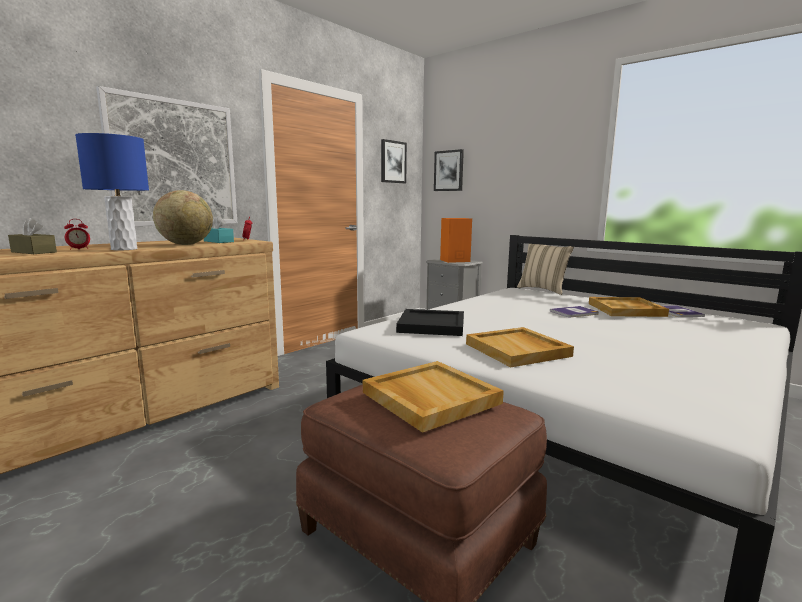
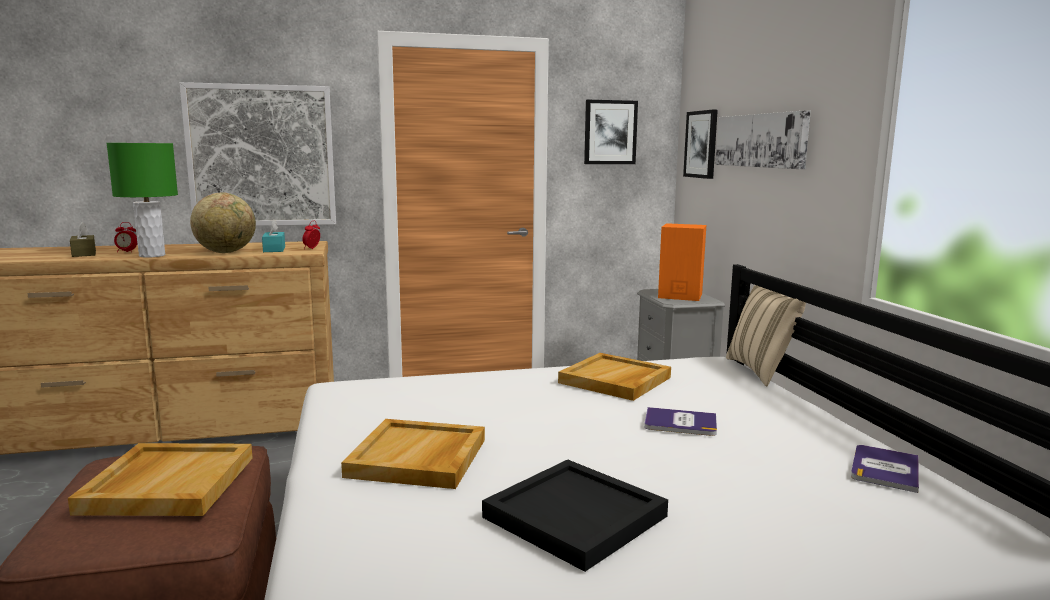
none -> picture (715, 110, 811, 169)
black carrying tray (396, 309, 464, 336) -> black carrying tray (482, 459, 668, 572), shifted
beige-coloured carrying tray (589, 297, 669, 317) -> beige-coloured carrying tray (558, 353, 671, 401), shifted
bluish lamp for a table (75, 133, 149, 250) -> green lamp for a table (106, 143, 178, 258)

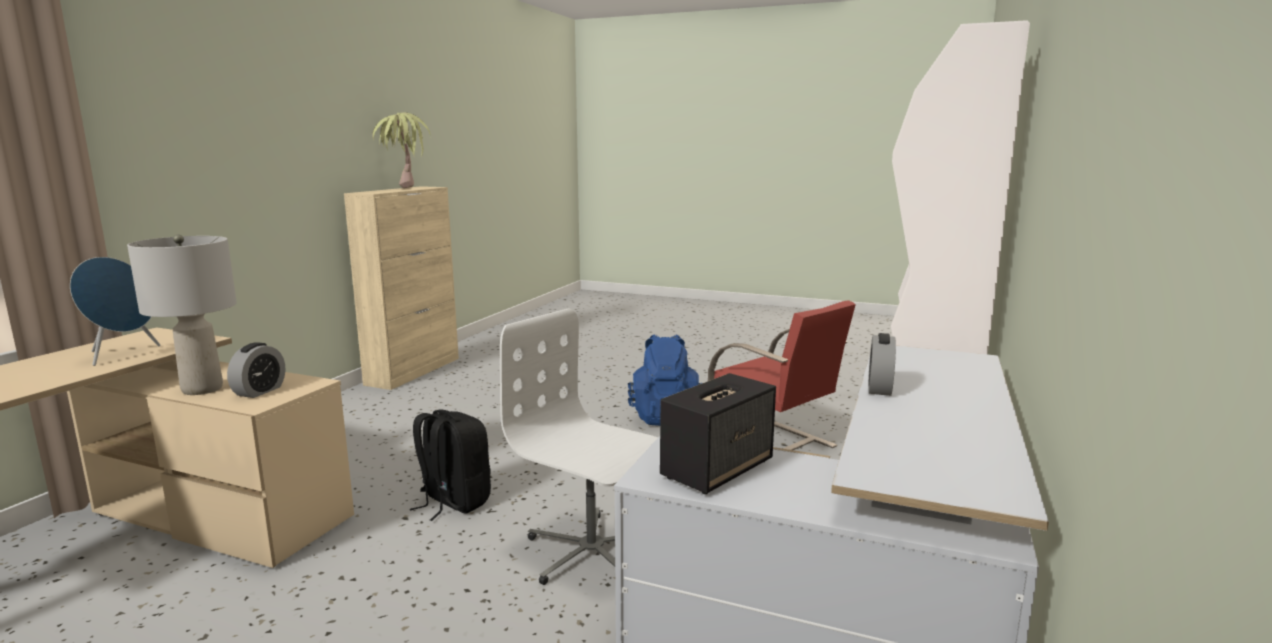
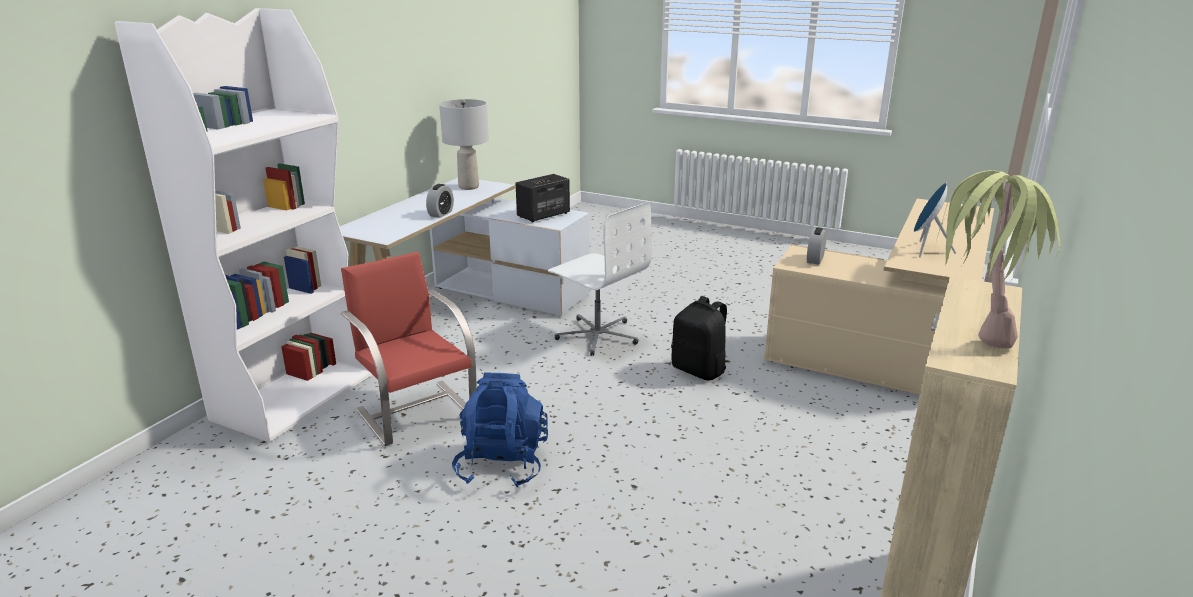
greyish lamp for a table (127, 235, 237, 395) -> greyish lamp for a table (439, 99, 489, 190), shifted

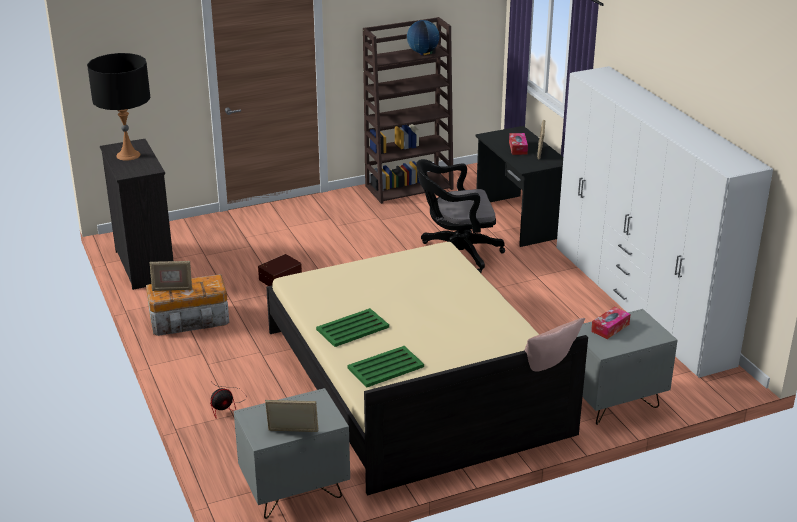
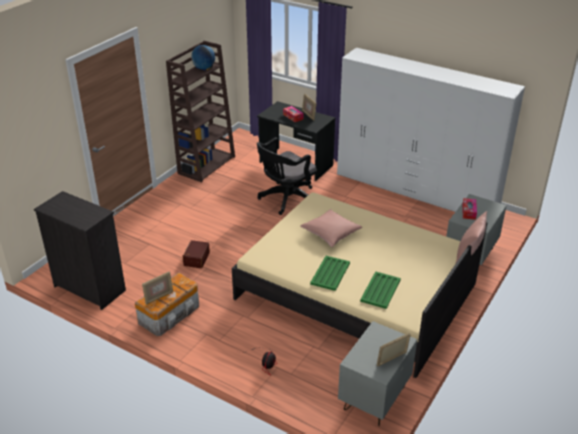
black lamp for a table (87, 53, 150, 161) -> none
none -> pink-coloured cushion (300, 209, 362, 247)

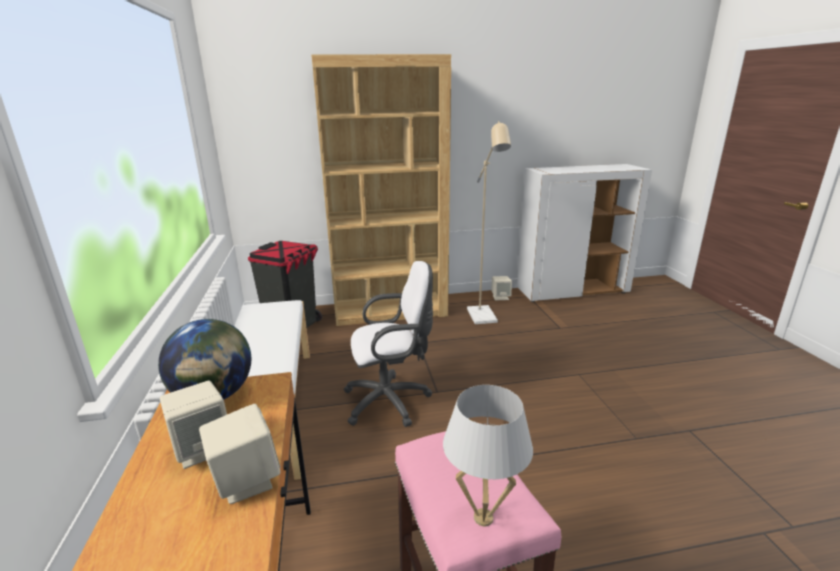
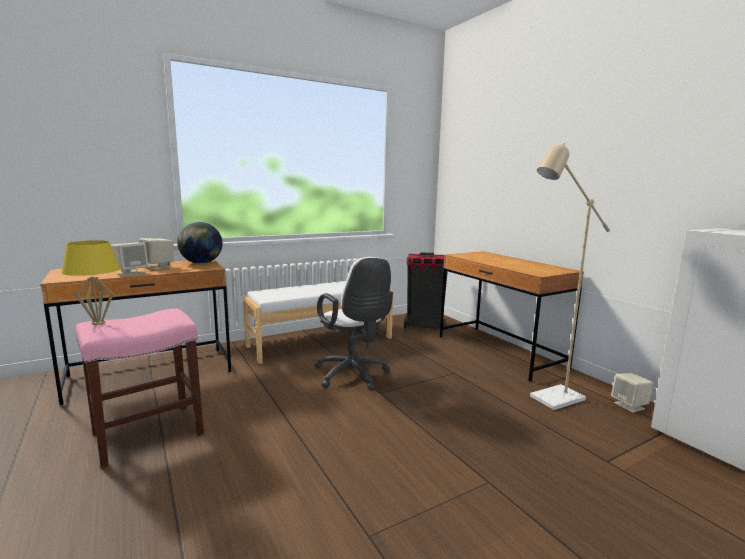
brown shelving unit (311, 54, 451, 326) -> brown desk unit (440, 251, 584, 382)
white lamp for a table (443, 385, 533, 526) -> yellow lamp for a table (61, 240, 120, 325)

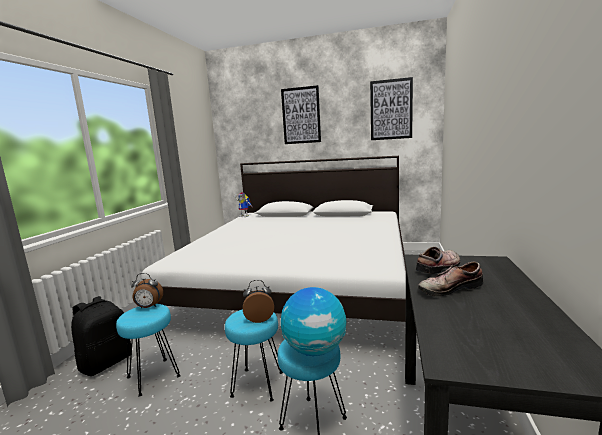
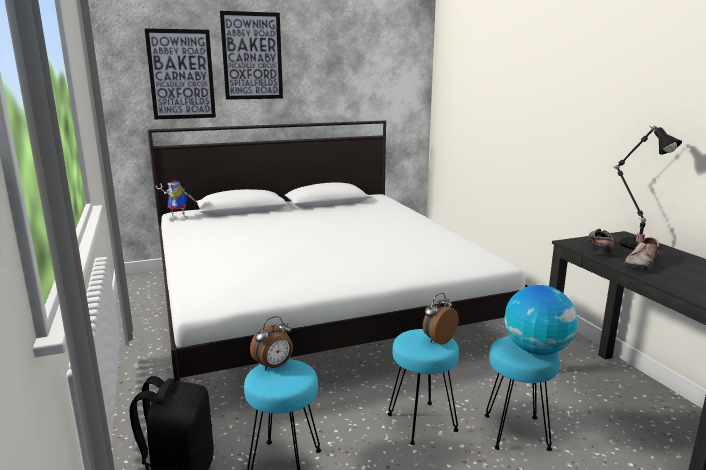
none -> black lamp for a table (614, 126, 682, 250)
picture (370, 77, 413, 140) -> picture (145, 28, 216, 119), shifted

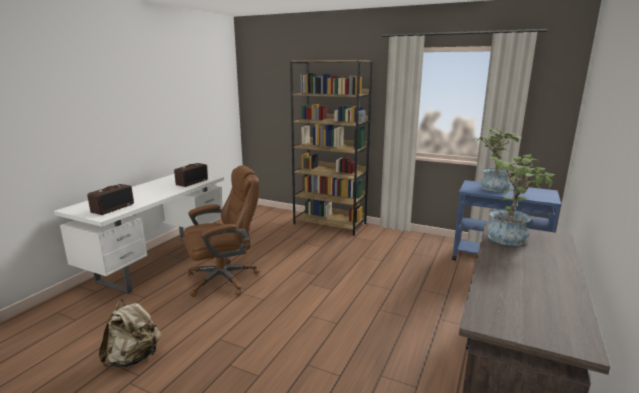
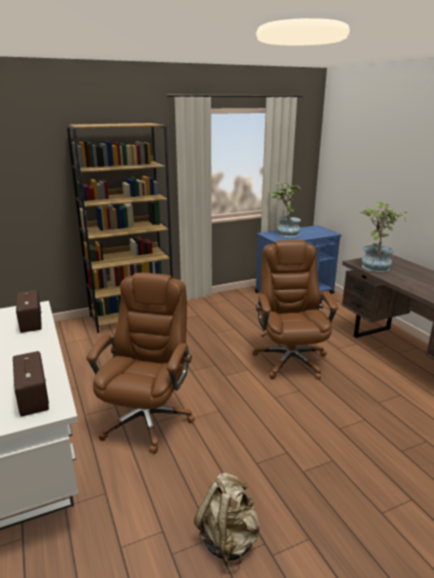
none -> brown office chair (252, 240, 338, 379)

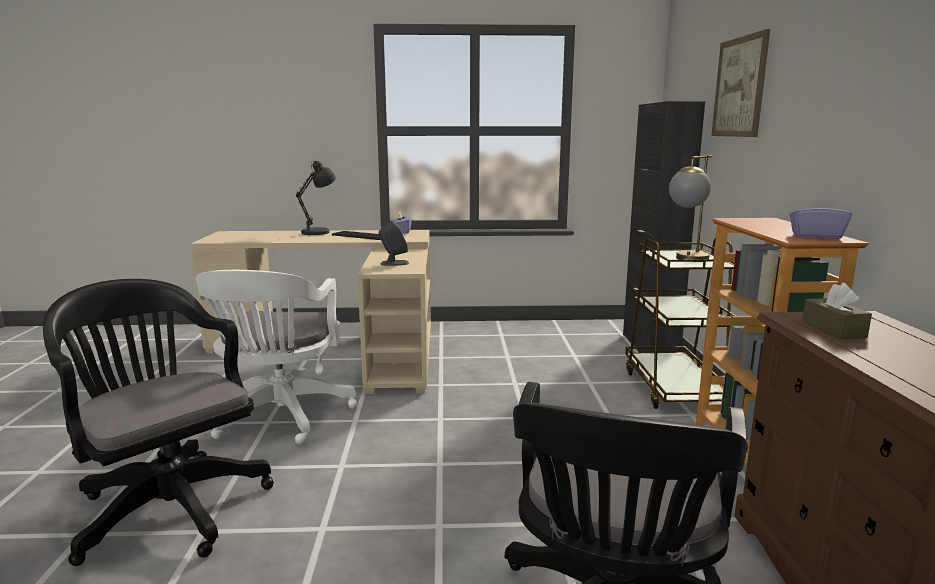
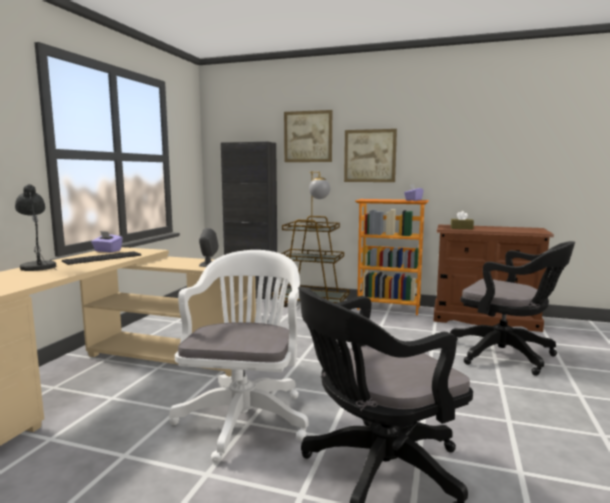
none -> picture (344, 129, 397, 182)
white office chair (196, 270, 357, 444) -> white office chair (169, 250, 309, 463), 105 degrees counterclockwise

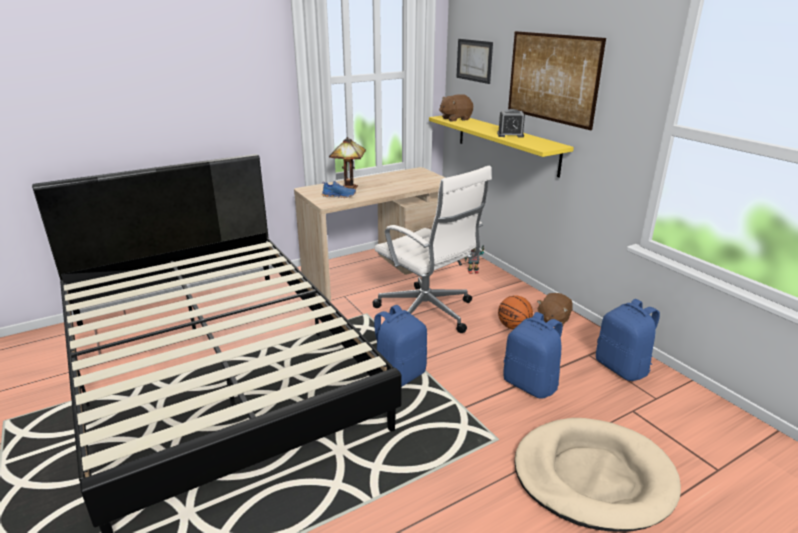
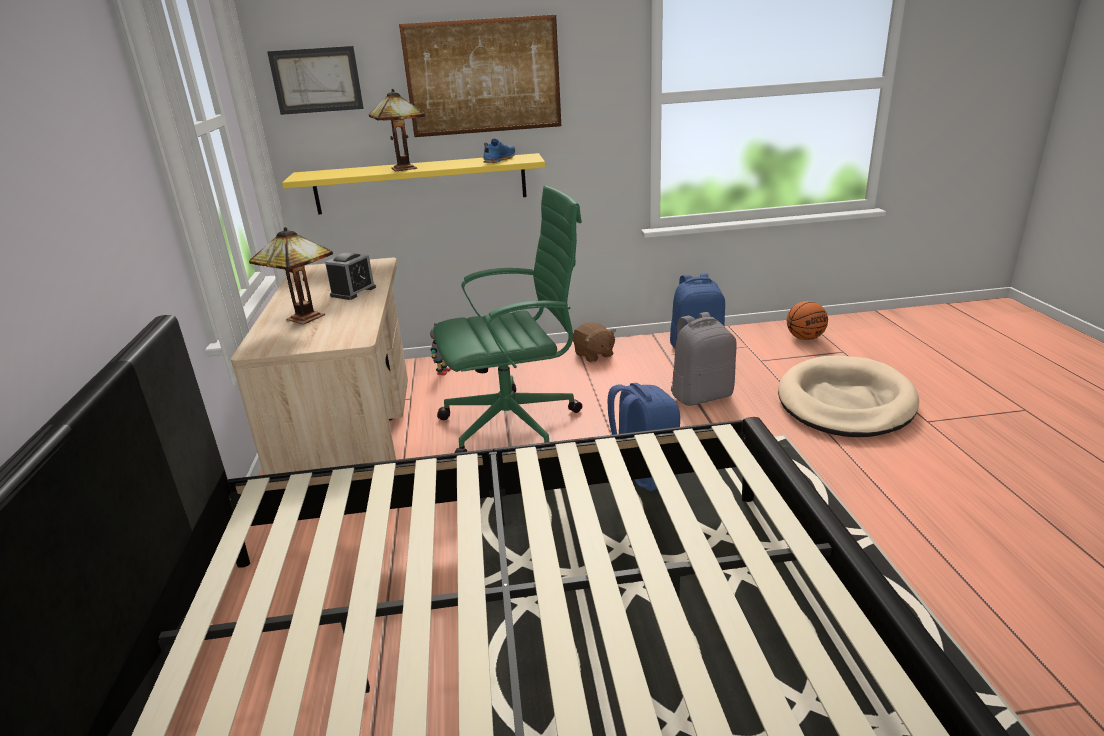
brown plush toy (439, 94, 473, 122) -> none
none -> lamp for a table (369, 89, 425, 171)
bluish shoe (322, 181, 356, 198) -> bluish shoe (483, 138, 515, 163), shifted
table clock (497, 109, 525, 137) -> table clock (325, 253, 376, 300), shifted
basketball ball (498, 296, 533, 330) -> basketball ball (787, 301, 828, 340), shifted
white office chair (373, 166, 492, 333) -> green office chair (433, 186, 582, 453)
bluish knapsack (503, 312, 563, 399) -> greyish knapsack (671, 312, 737, 406)

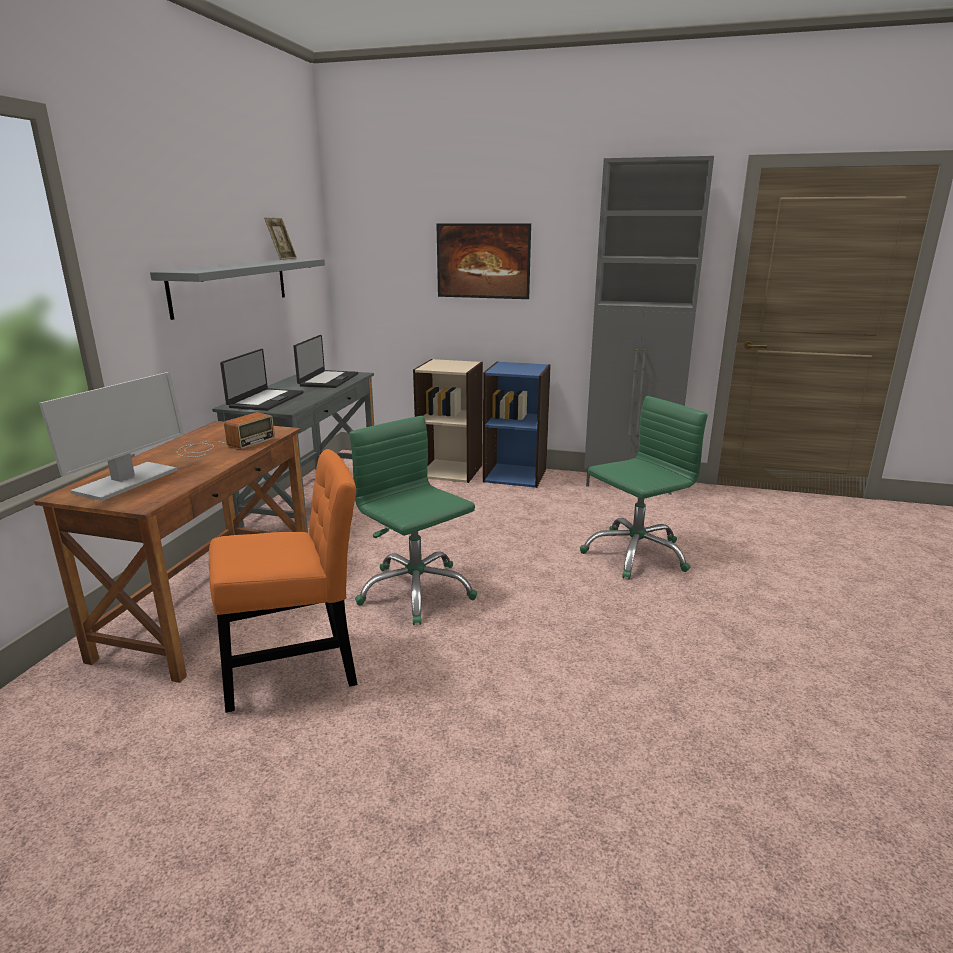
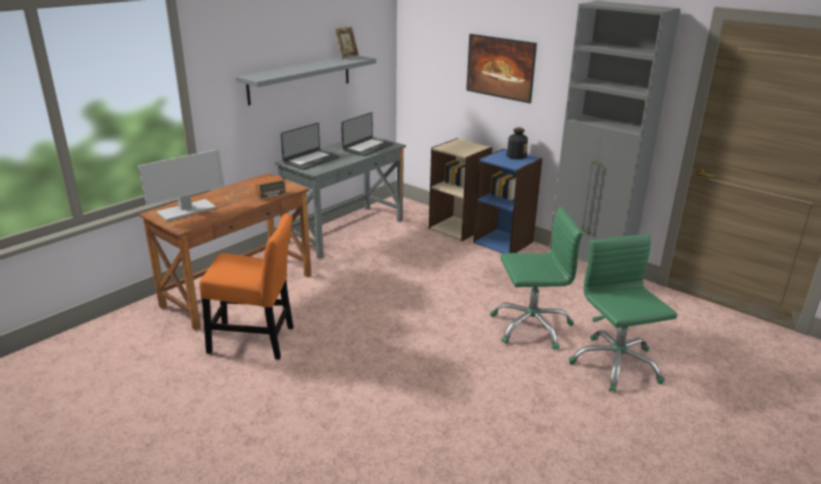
none -> beverage bottle (506, 127, 528, 159)
green office chair (349, 416, 478, 625) -> green office chair (569, 234, 677, 392), shifted

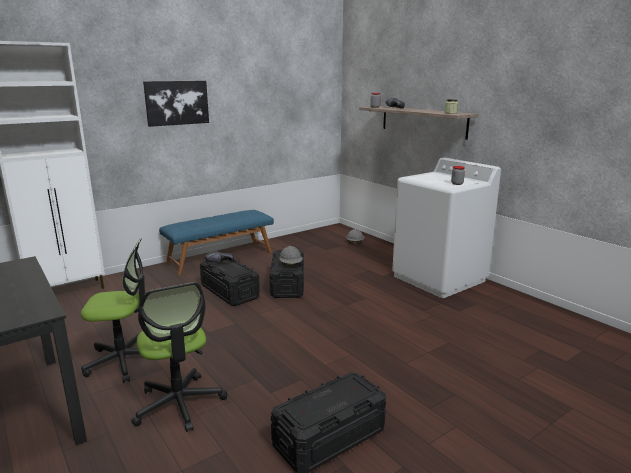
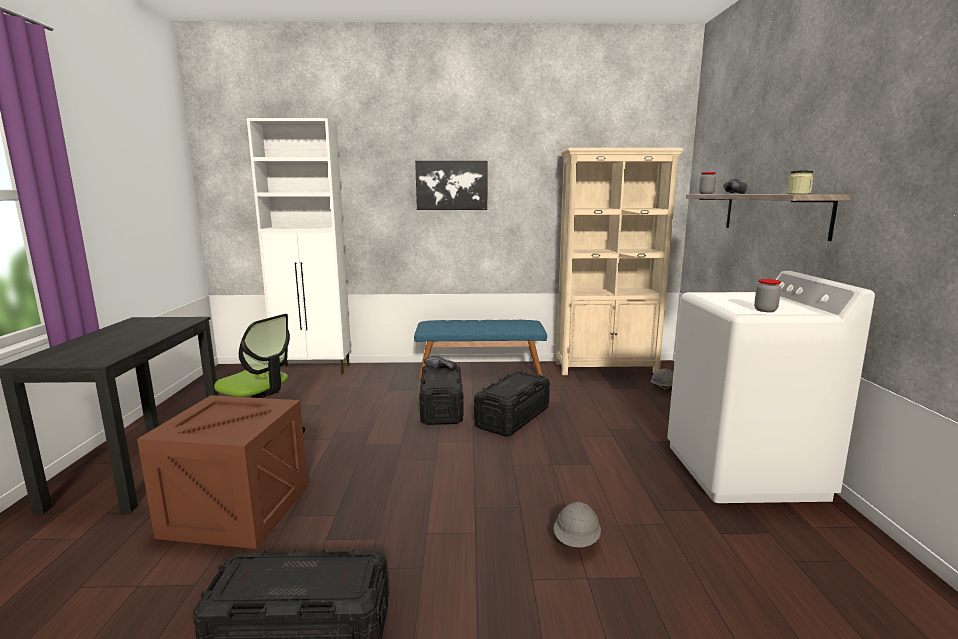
none -> beige-coloured shelving unit (556, 148, 684, 375)
greyish hard hat (279, 246, 303, 265) -> greyish hard hat (554, 502, 601, 548), shifted
office chair (131, 282, 227, 432) -> packing crate (137, 395, 308, 549)

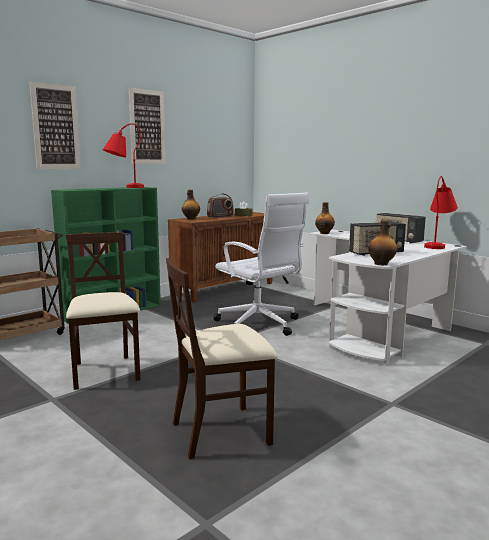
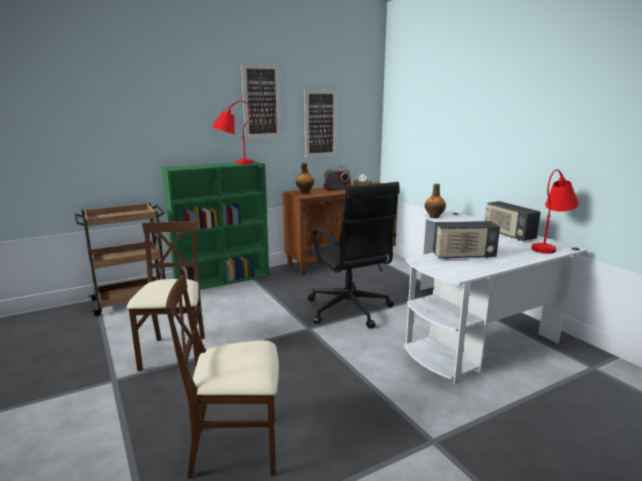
beverage bottle (368, 220, 397, 265) -> none
picture (29, 82, 81, 169) -> picture (304, 89, 337, 158), shifted
white office chair (214, 193, 309, 336) -> black office chair (307, 182, 400, 329)

